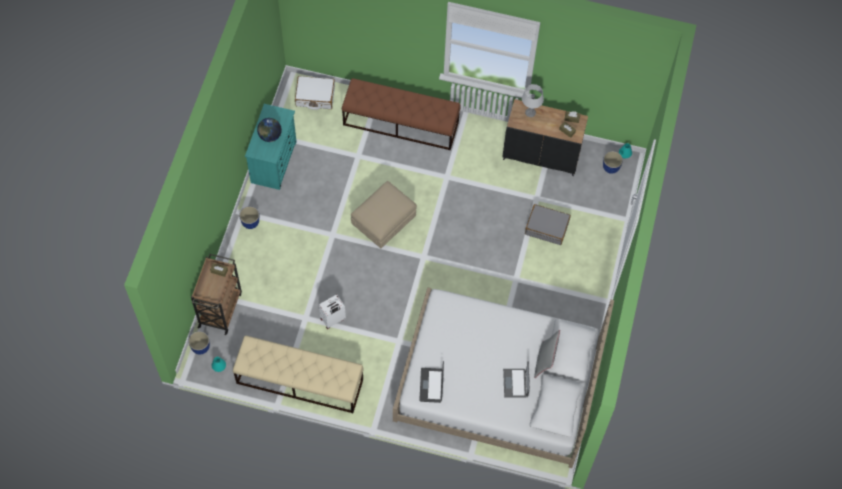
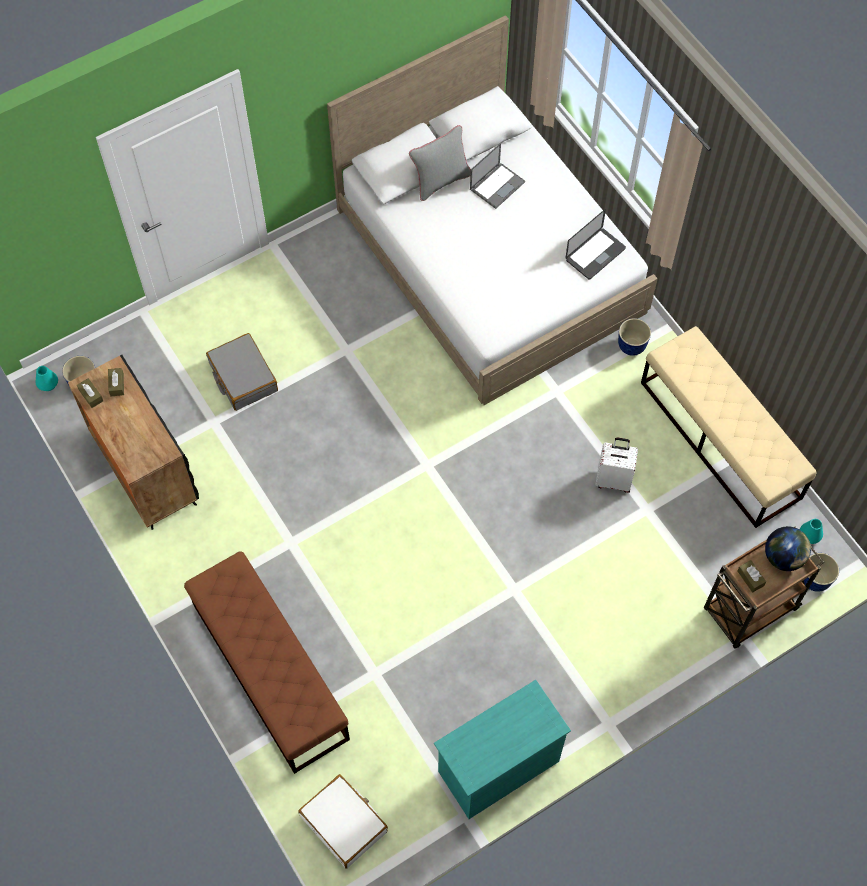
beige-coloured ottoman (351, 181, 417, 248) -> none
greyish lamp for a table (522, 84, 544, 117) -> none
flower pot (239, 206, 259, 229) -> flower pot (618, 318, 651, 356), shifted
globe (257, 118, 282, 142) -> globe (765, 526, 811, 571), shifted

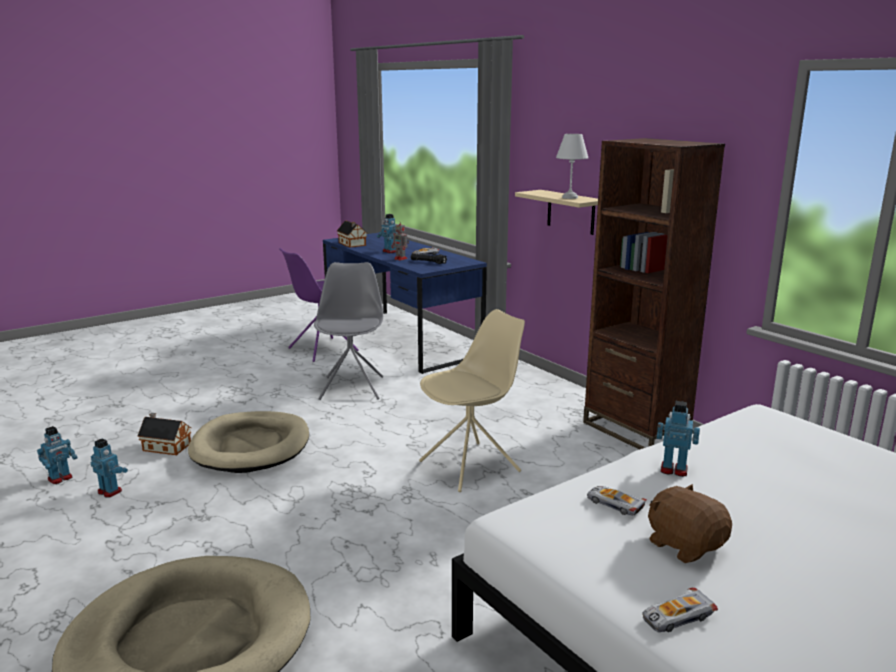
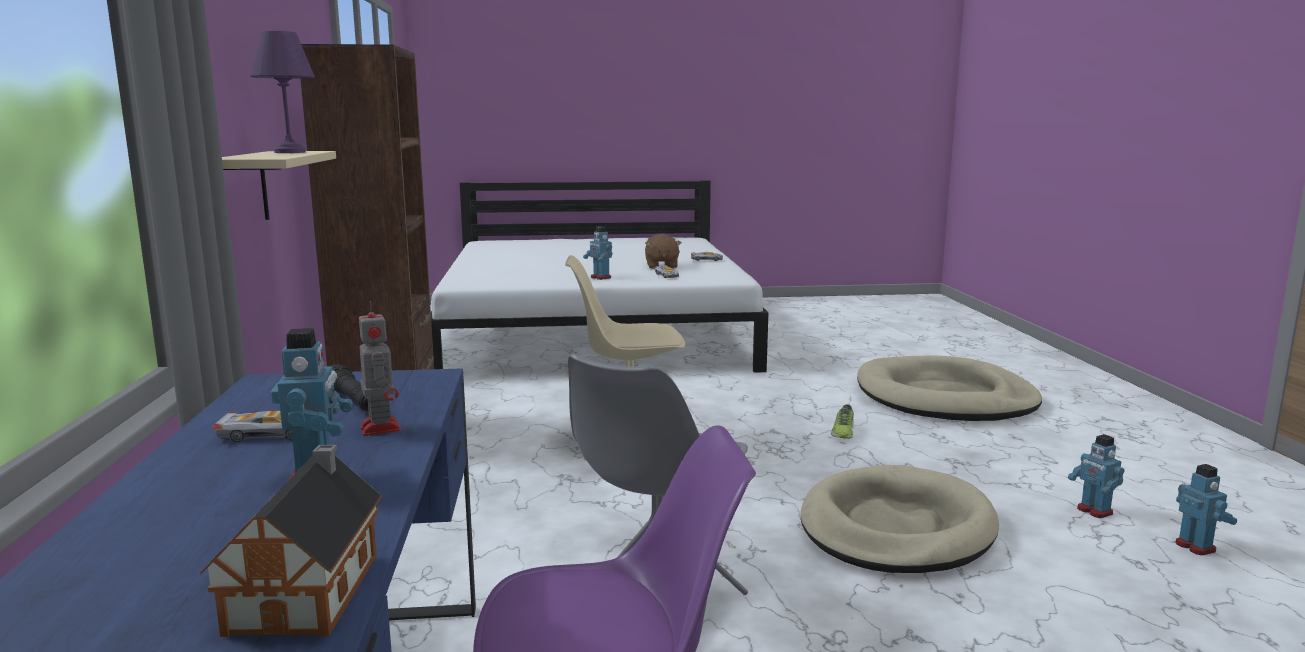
miniature house (137, 413, 191, 455) -> none
none -> shoe (831, 404, 854, 439)
white lamp for a table (556, 134, 588, 199) -> purplish lamp for a table (250, 30, 315, 153)
toy robot (37, 426, 78, 484) -> toy robot (1175, 464, 1237, 556), 90 degrees clockwise

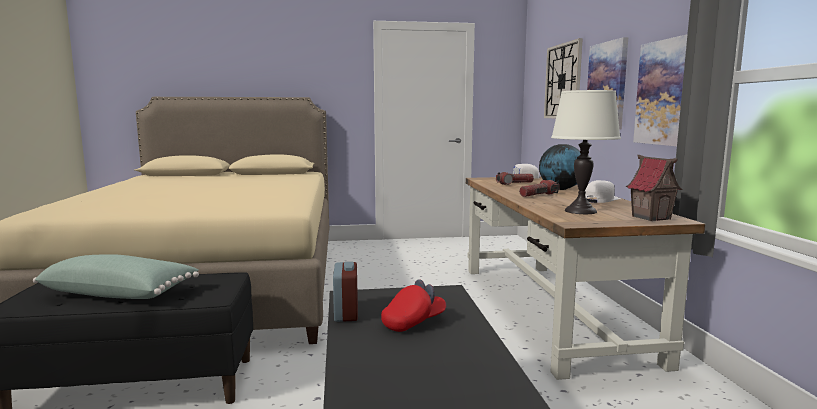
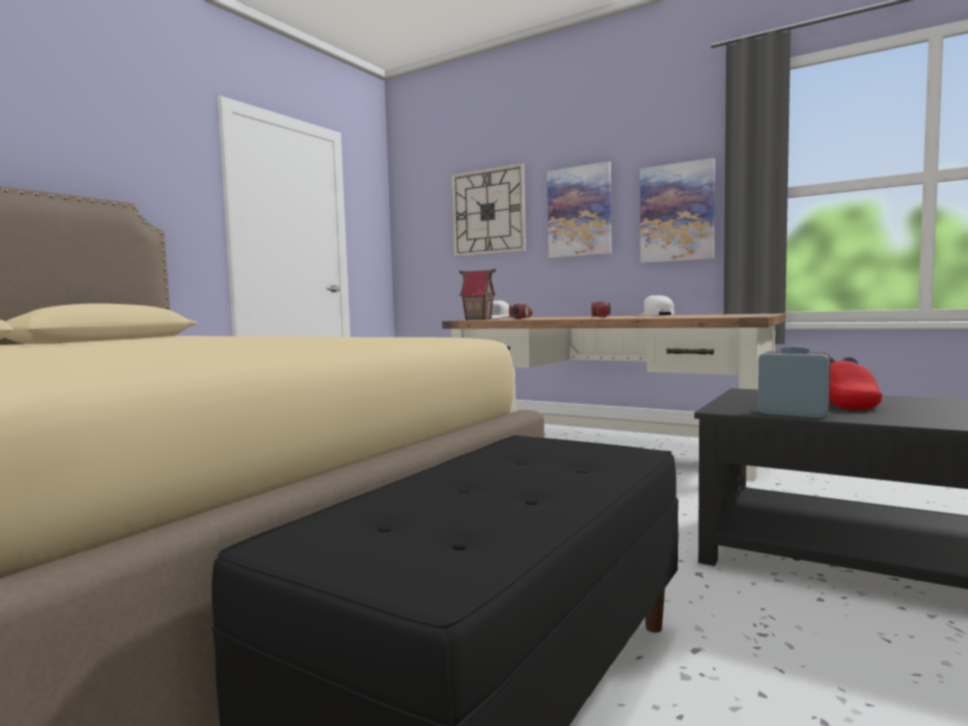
green cushion (33, 254, 199, 299) -> none
globe (539, 144, 581, 190) -> none
white lamp for a table (551, 90, 621, 214) -> none
miniature house (626, 155, 683, 221) -> miniature house (459, 269, 496, 320), shifted

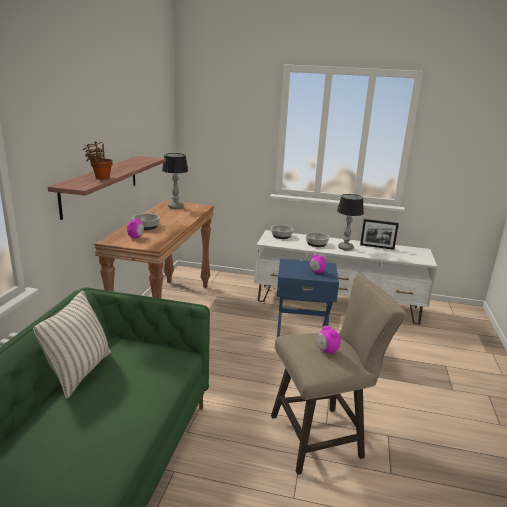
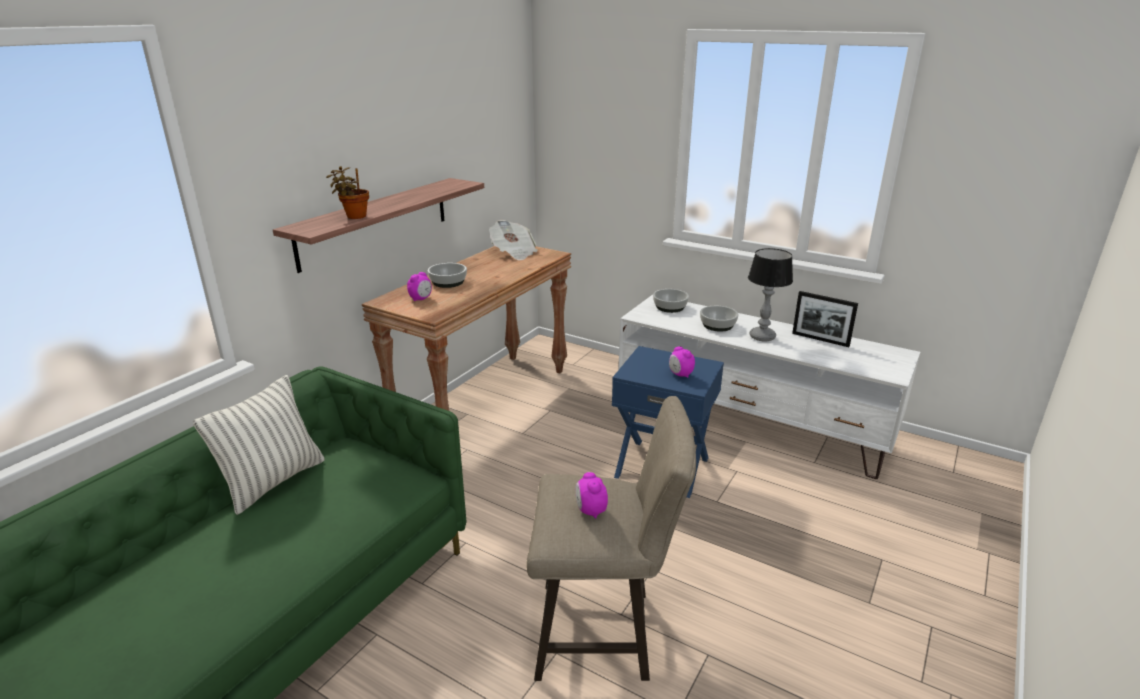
lamp for a table (162, 153, 188, 209) -> printed paper (489, 220, 538, 260)

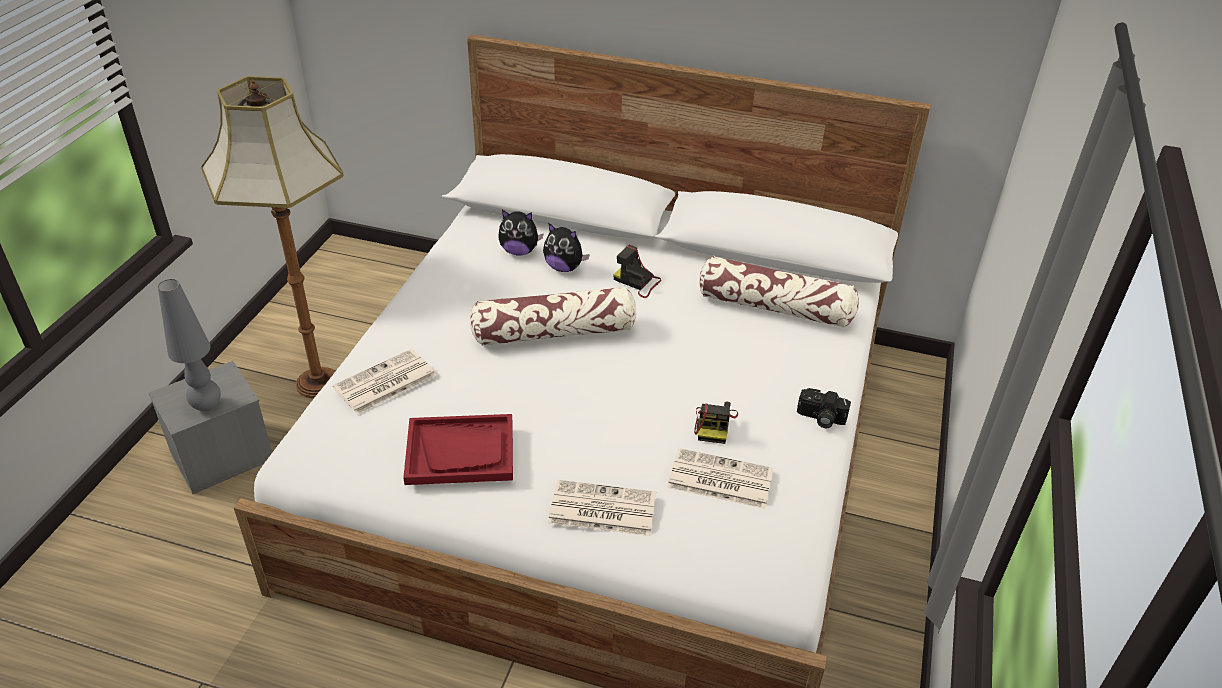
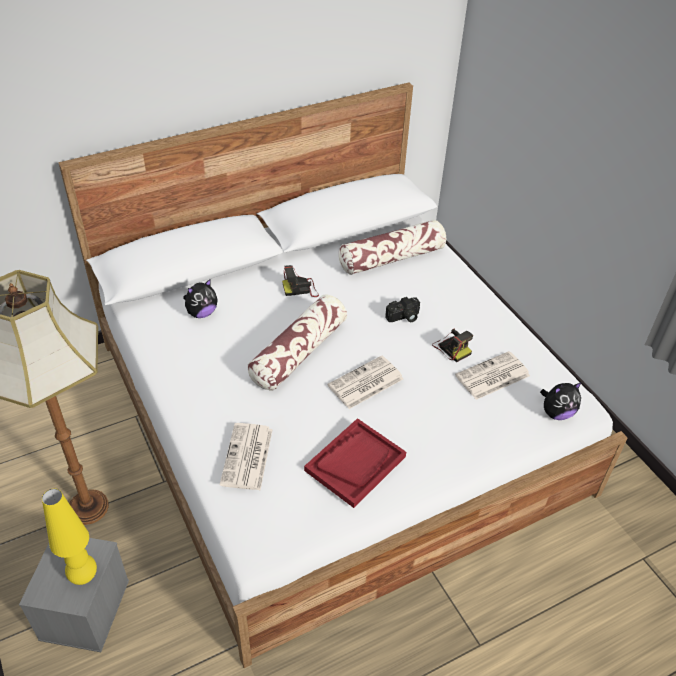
plush toy (543, 223, 590, 272) -> plush toy (540, 382, 582, 420), shifted
printed paper (548, 480, 656, 536) -> printed paper (327, 355, 403, 409), shifted
photo camera (797, 388, 851, 428) -> photo camera (385, 297, 420, 322), shifted
greyish lamp for a table (158, 279, 221, 411) -> yellow lamp for a table (42, 489, 97, 585)

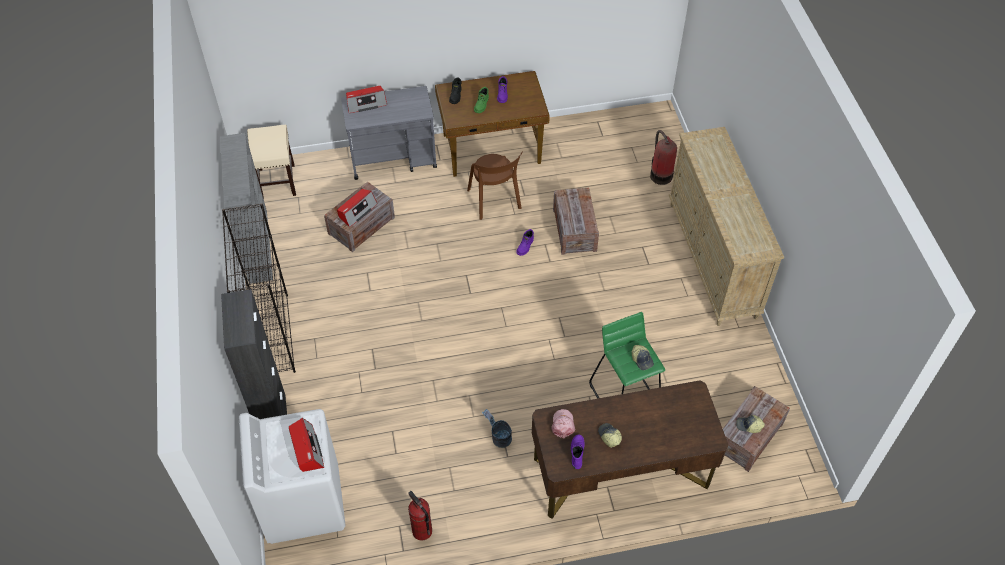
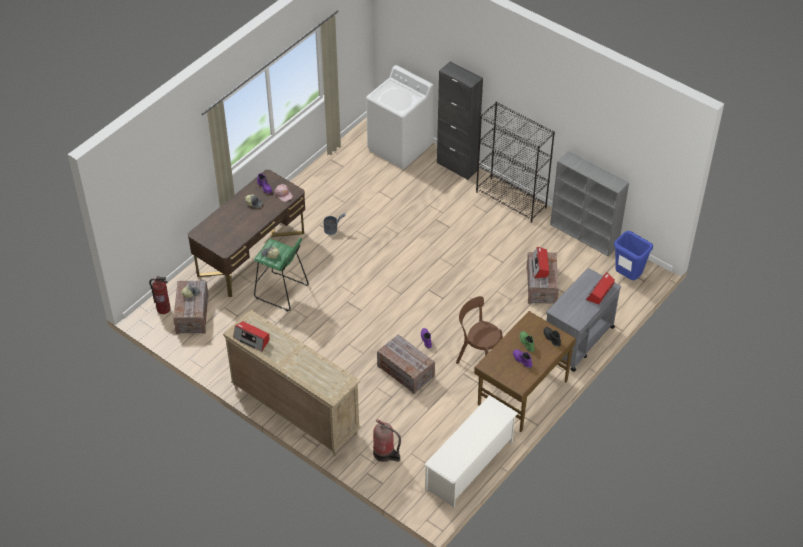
none -> white shoe shelf (424, 395, 518, 507)
radio receiver (289, 418, 324, 472) -> radio receiver (233, 321, 269, 351), shifted
fire extinguisher (408, 491, 432, 541) -> fire extinguisher (149, 276, 171, 314), shifted
beige-coloured stool seat (247, 125, 296, 199) -> bluish rubbish bin (614, 231, 653, 280)

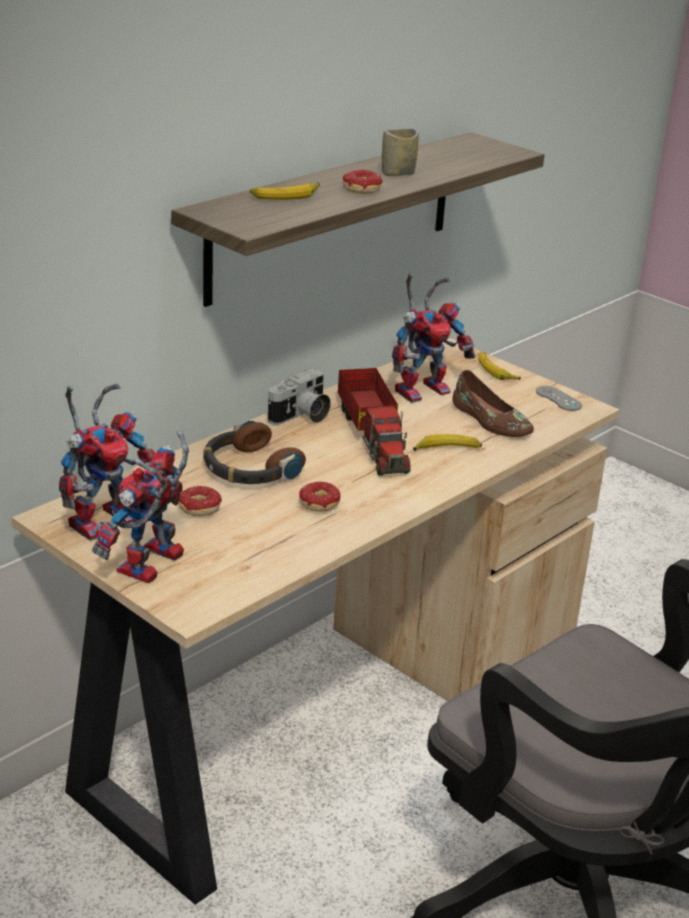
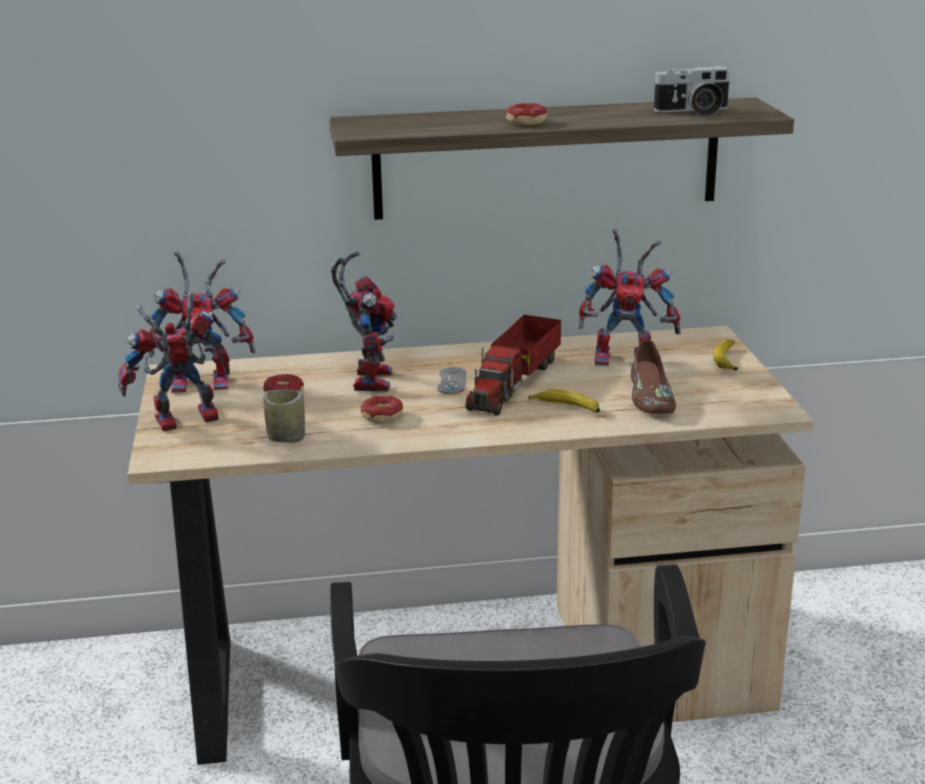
whole banana (250, 183, 320, 200) -> none
photo camera (268, 368, 331, 425) -> photo camera (652, 66, 731, 117), shifted
small cup (382, 129, 419, 176) -> small cup (263, 389, 305, 443), shifted
greyish gamepad (536, 386, 582, 411) -> greyish gamepad (437, 367, 466, 394), shifted
headset (203, 420, 306, 484) -> toy robot (331, 251, 397, 392)

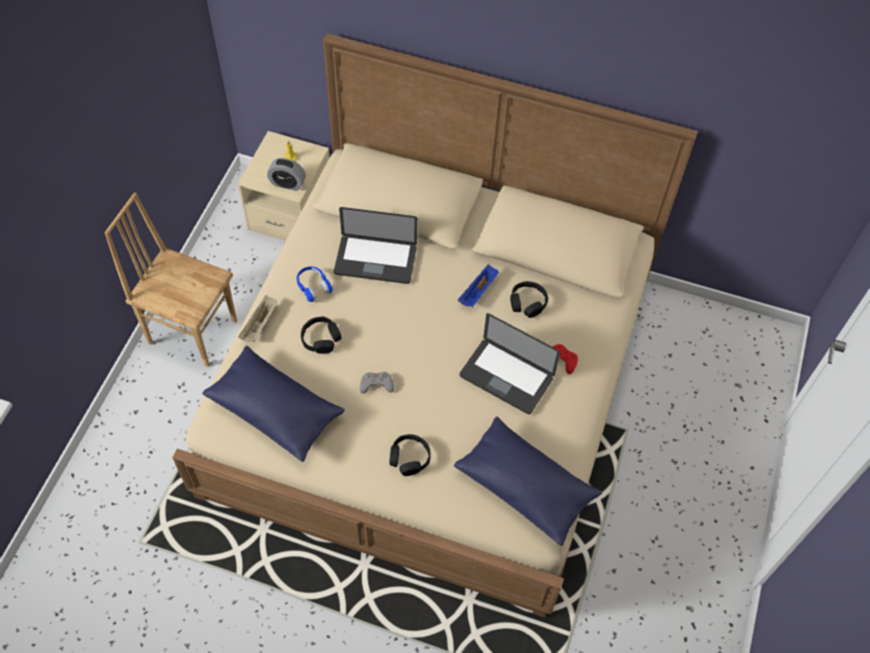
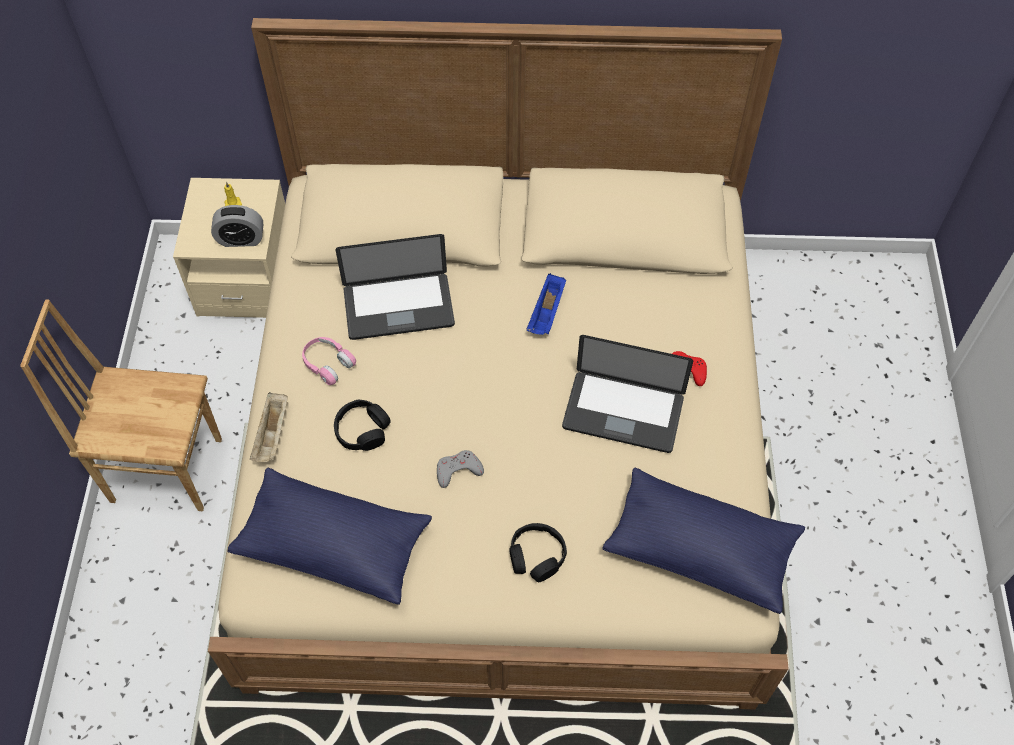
black headset (510, 281, 548, 318) -> none
bluish headset (297, 267, 333, 302) -> pink-coloured headset (302, 337, 356, 385)

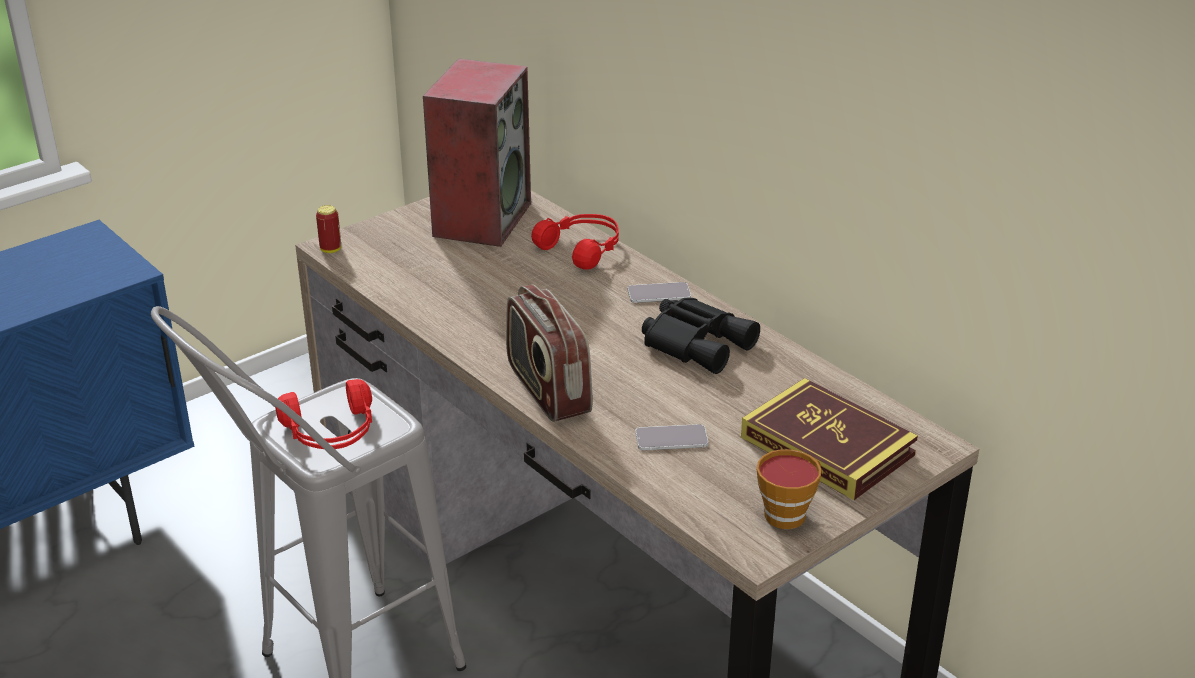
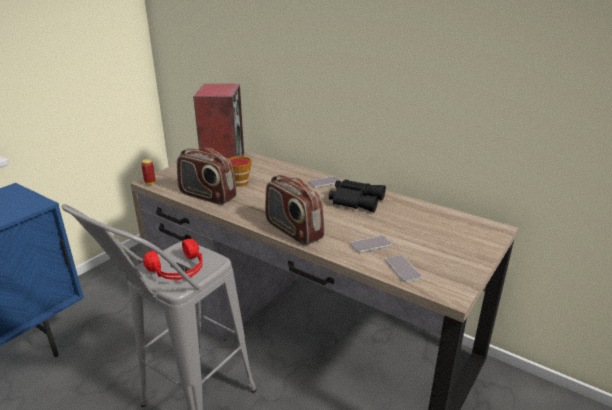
reddish headset (531, 214, 619, 270) -> none
bound book (741, 378, 918, 500) -> none
none -> radio receiver (177, 148, 237, 205)
none -> handset (386, 255, 422, 282)
small cup (757, 449, 822, 529) -> small cup (228, 156, 252, 187), shifted

